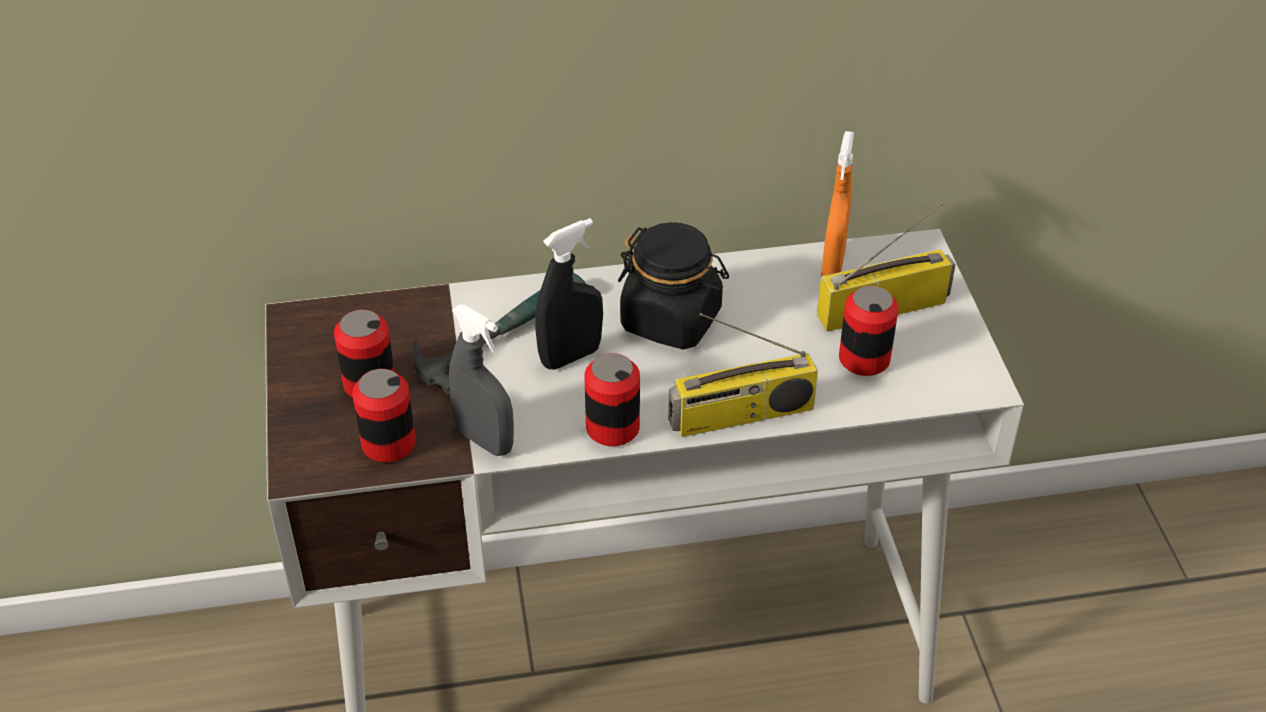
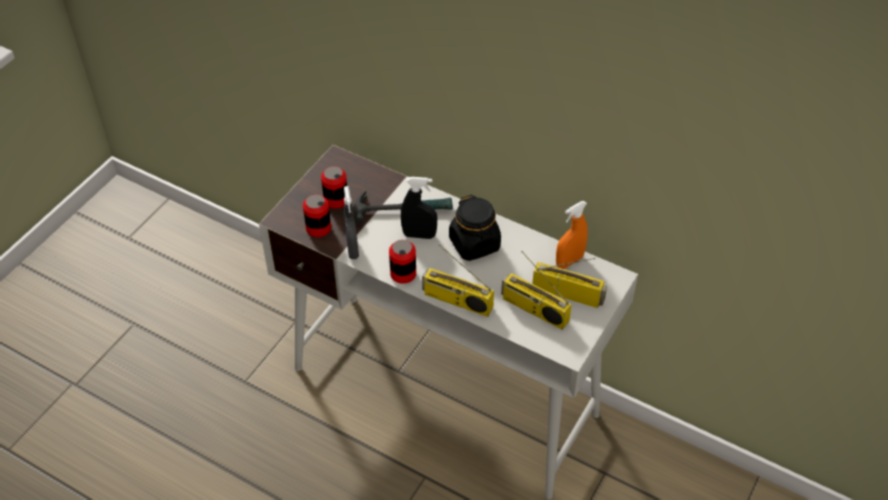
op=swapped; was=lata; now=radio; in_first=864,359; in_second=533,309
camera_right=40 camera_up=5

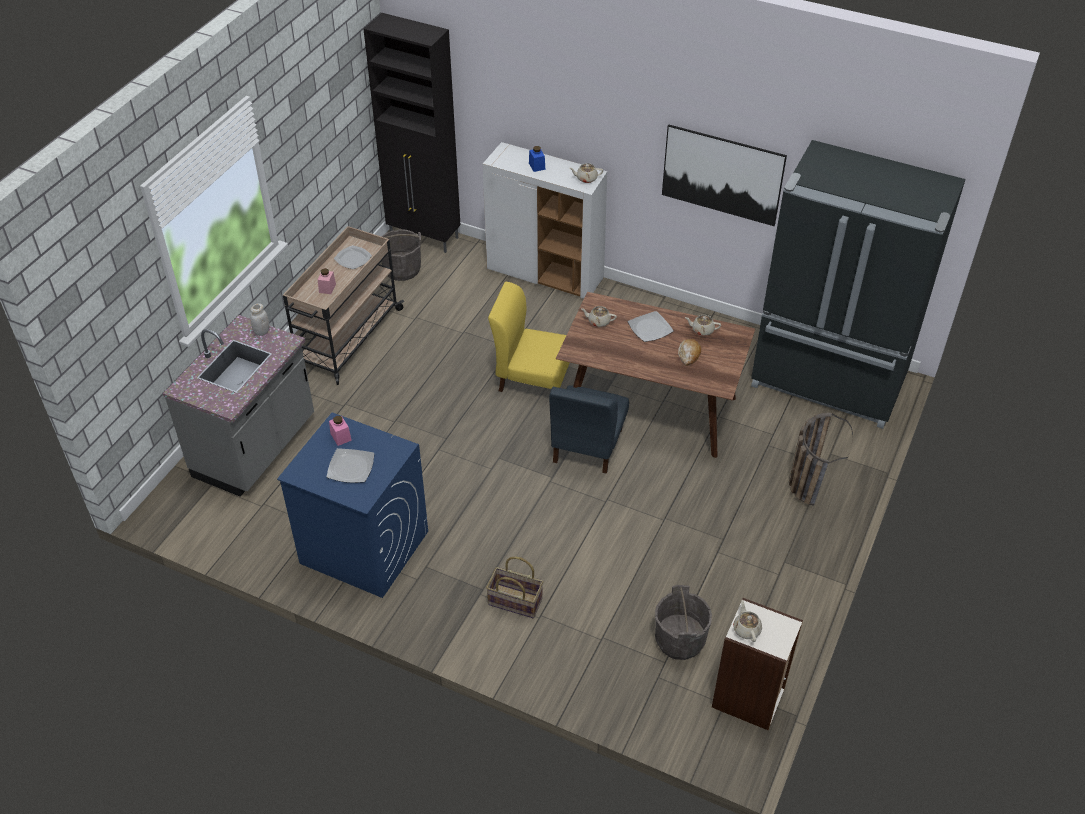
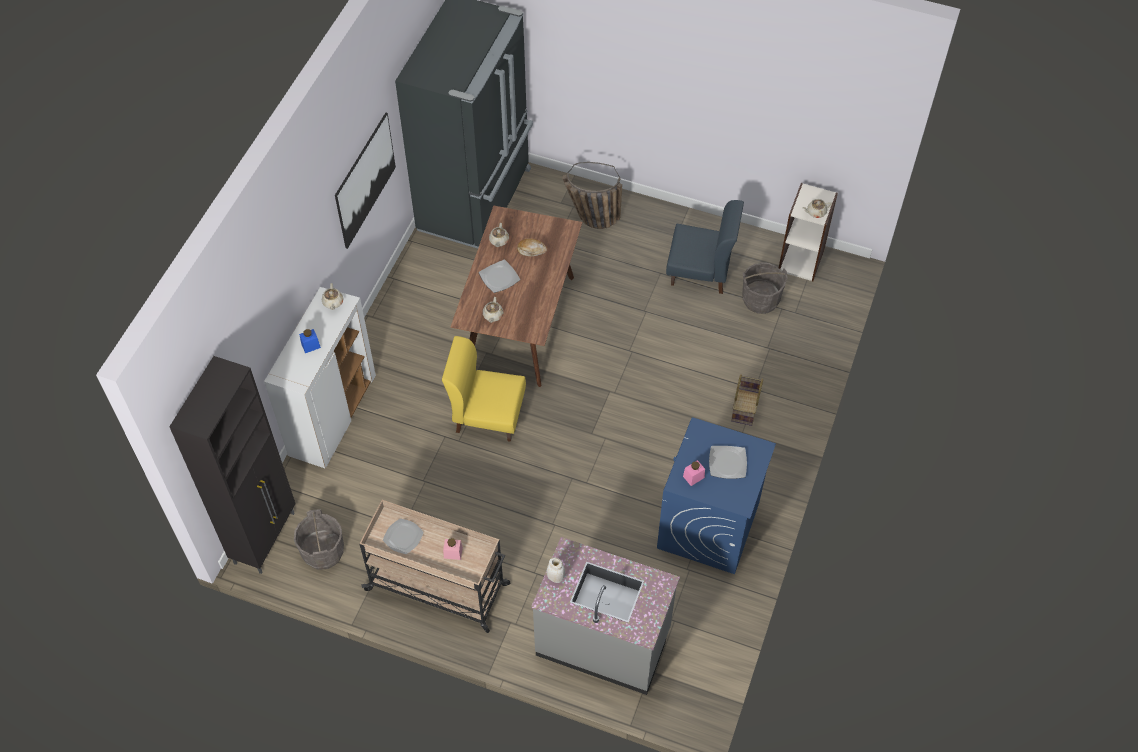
op=rotated; was=silla [amarillo]; in_first=532,378; in_second=487,415; clockwise=90
op=shifted; was=silla [azul]; in_first=587,446; in_second=700,271
camera_right=-95 camera_up=10

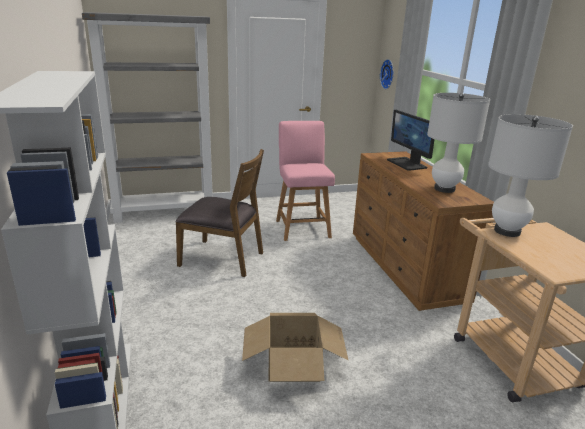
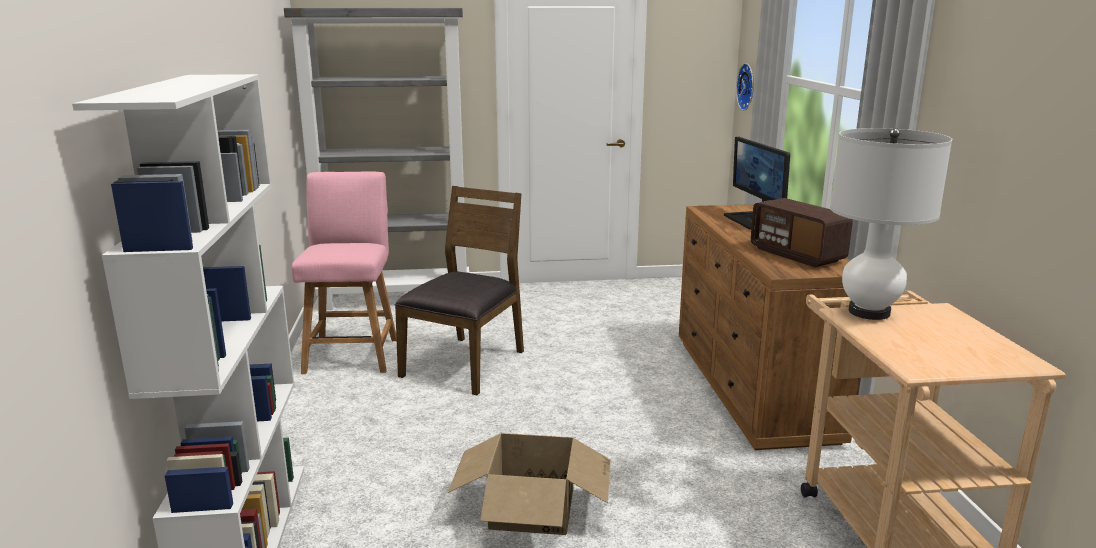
op=swapped; was=lámpara de mesa [blanco]; now=radio; in_first=444,189; in_second=797,255
op=shifted; was=silla [rosa]; in_first=302,227; in_second=352,353
op=rotated; was=silla [marrón]; in_first=222,258; in_second=466,363; clockwise=-90
camera_right=10 camera_up=-5

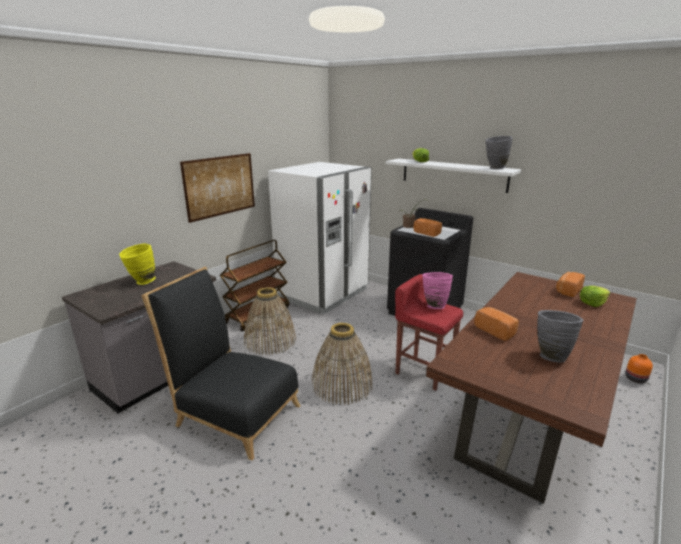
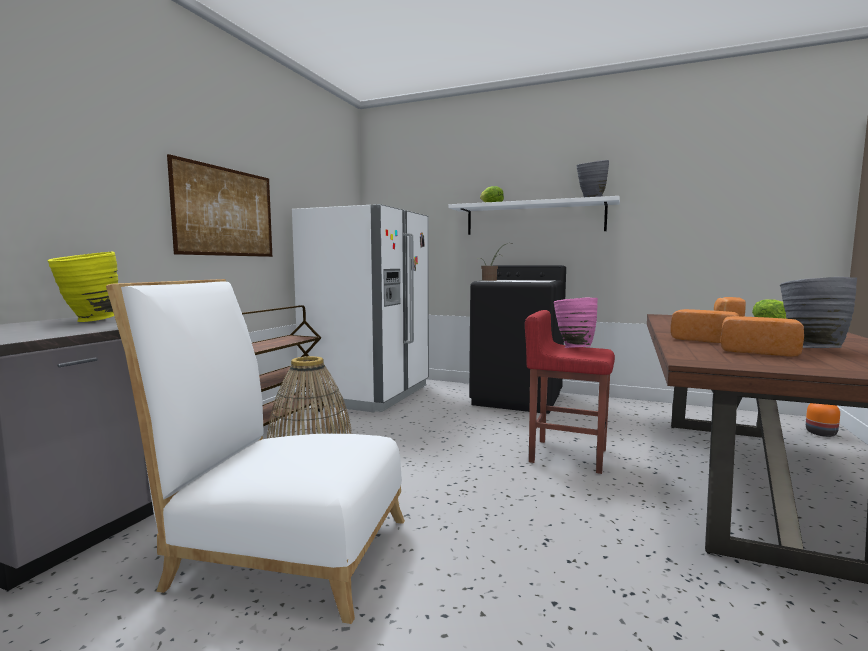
op=shifted; was=pan; in_first=428,233; in_second=758,352
op=repainted; was=silla [negro]; now=silla [blanco]; in_first=233,412; in_second=280,549
op=gone; was=cesta; in_first=342,384
camera_right=-15 camera_up=-15

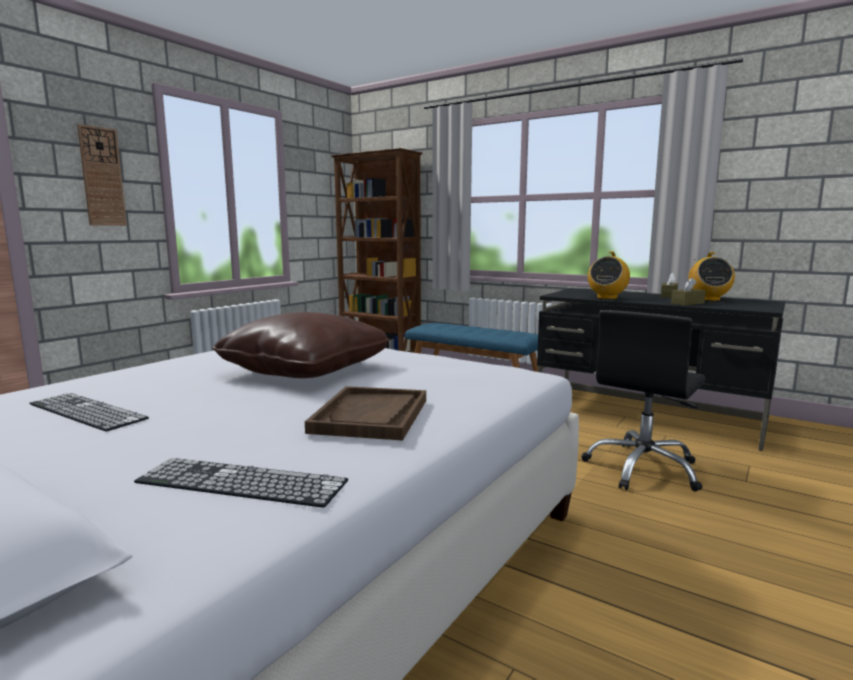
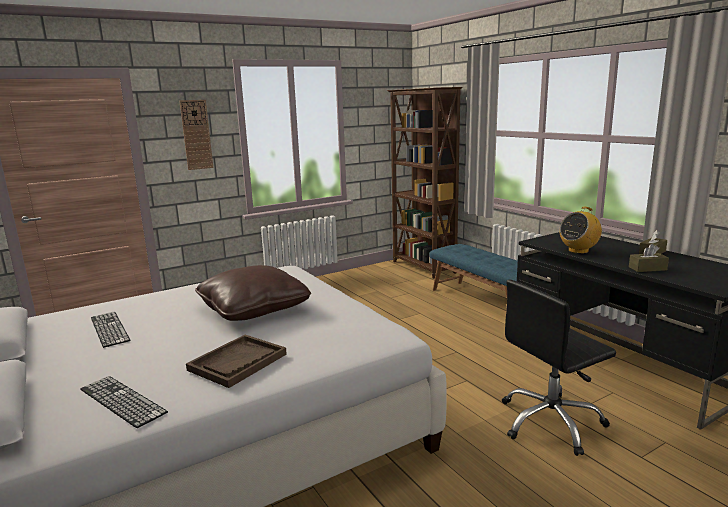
op=gone; was=radio; in_first=708,299
camera_right=25 camera_up=5

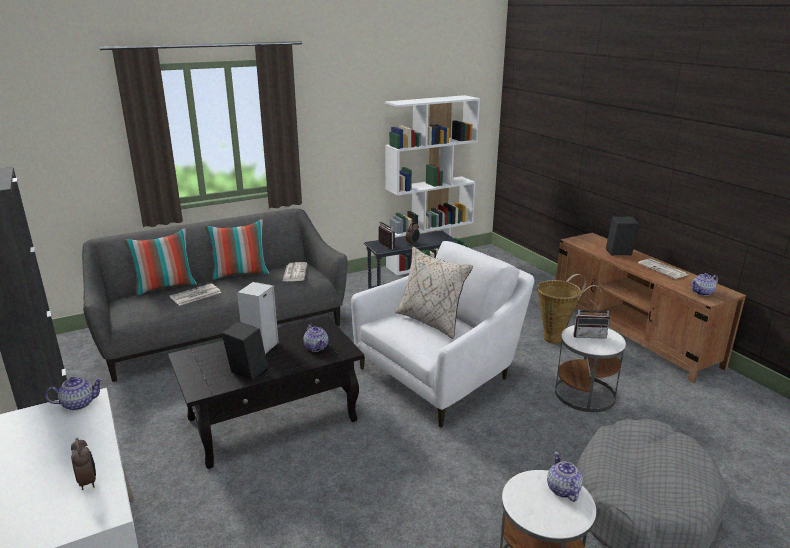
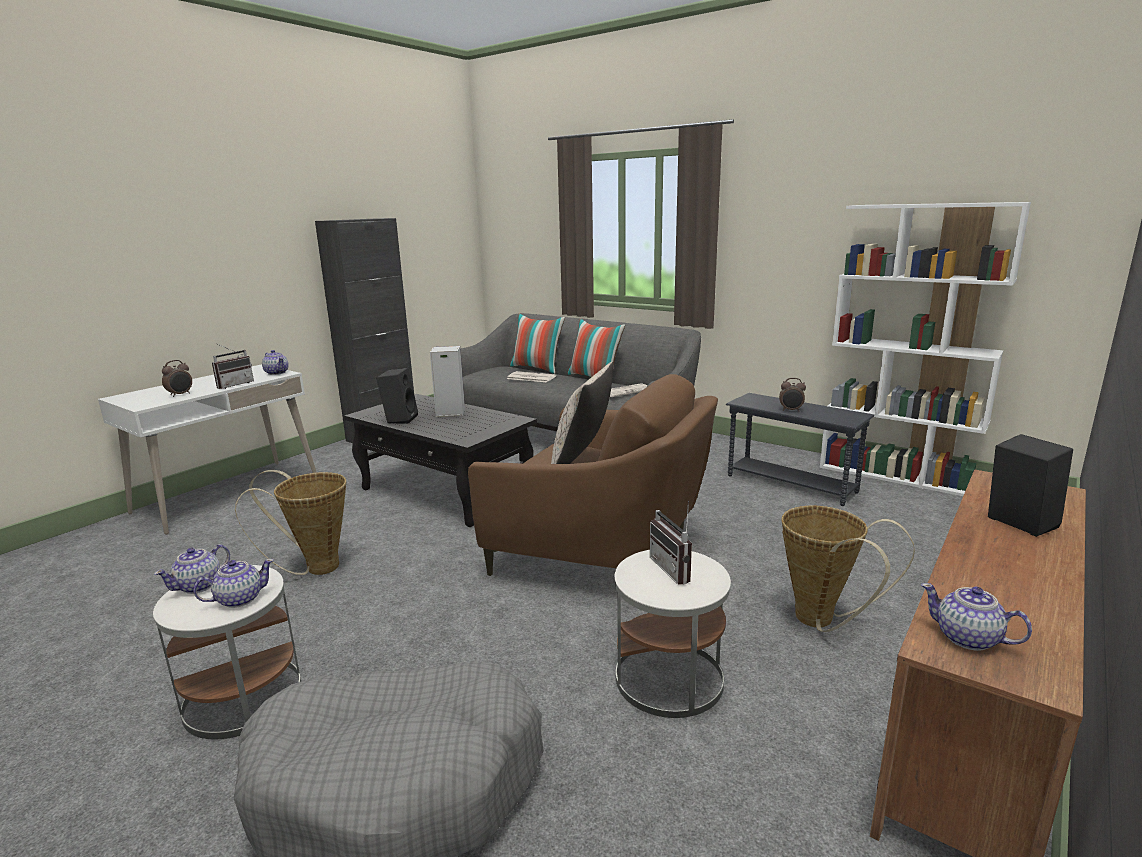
op=shifted; was=radio; in_first=383,246; in_second=234,384
op=repainted; was=sillón [blanco]; now=sillón [marrón]; in_first=442,376; in_second=601,551
op=gone; was=periódico; in_first=663,269
op=shifted; was=tetera; in_first=316,347; in_second=199,585
op=new; now=cesta; in_second=315,568
camera_right=65 camera_up=-5

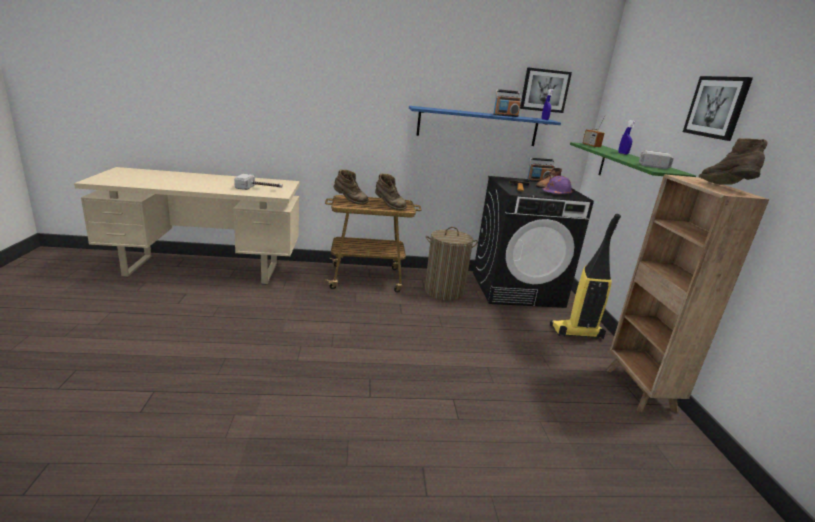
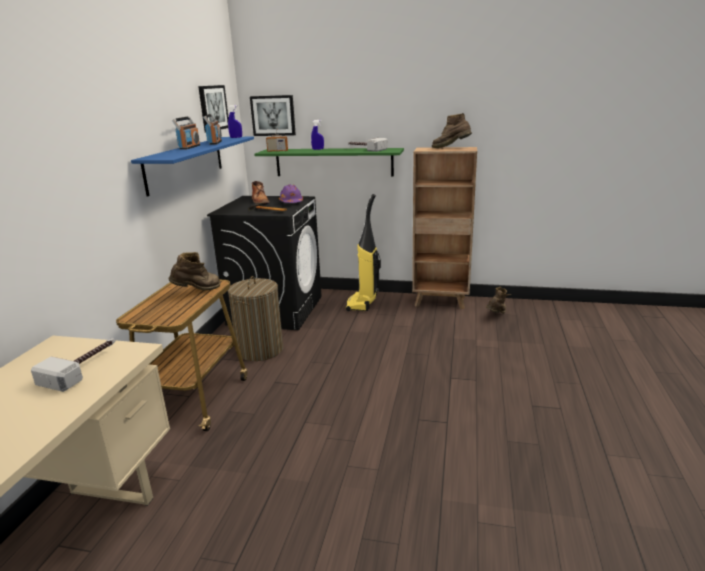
op=shifted; was=cuadro; in_first=717,107; in_second=273,115
op=shifted; was=radio; in_first=539,181; in_second=189,147
op=shifted; was=bota [marrón]; in_first=350,201; in_second=496,315
camera_right=-70 camera_up=0

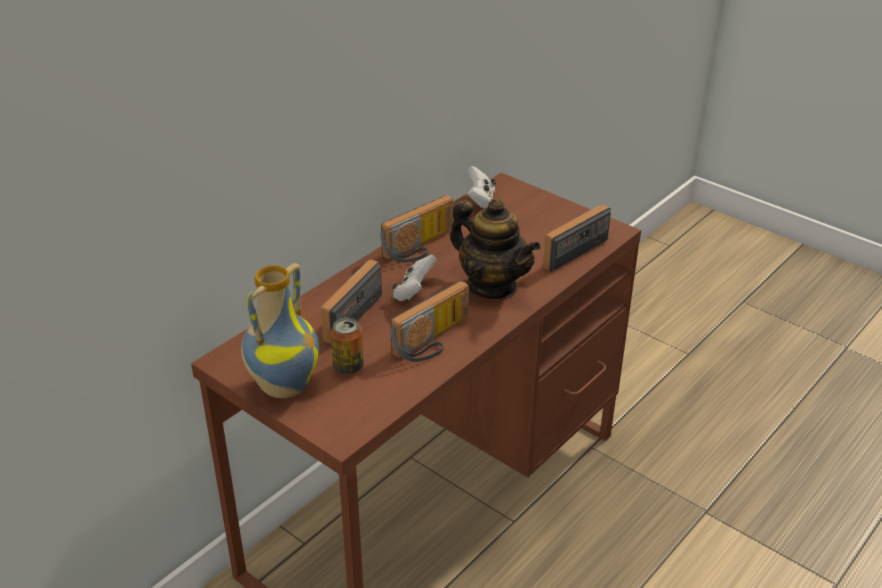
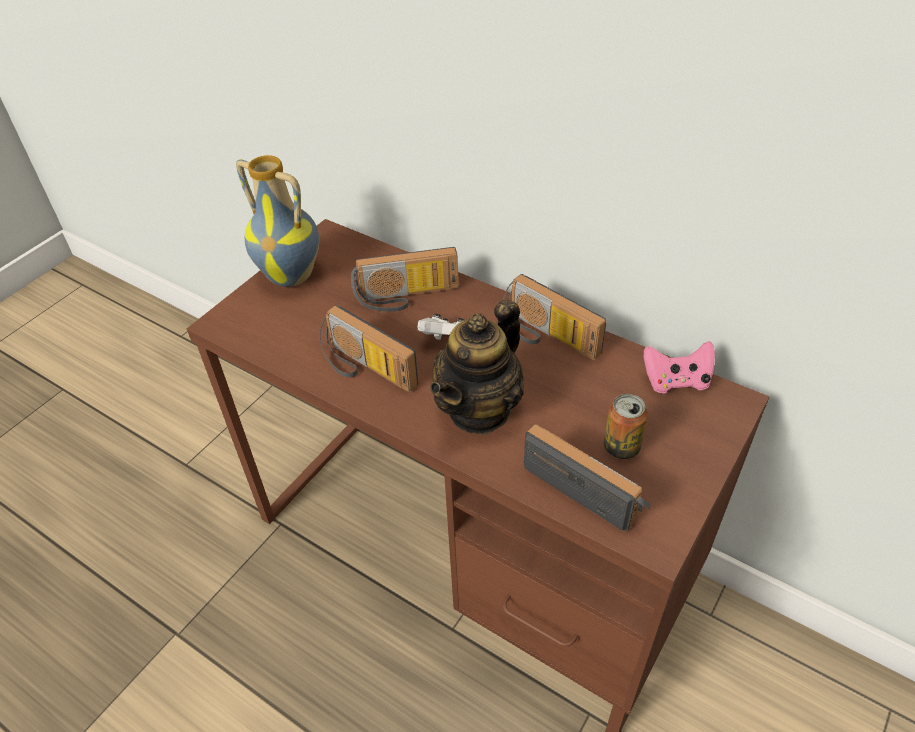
op=repainted; was=mando de consola [blanco]; now=mando de consola [rosa]; in_first=481,201; in_second=676,381
op=rotated; was=radio; in_first=347,313; in_second=407,297; clockwise=150
op=shifted; was=lata; in_first=348,367; in_second=621,447
camera_right=85 camera_up=10

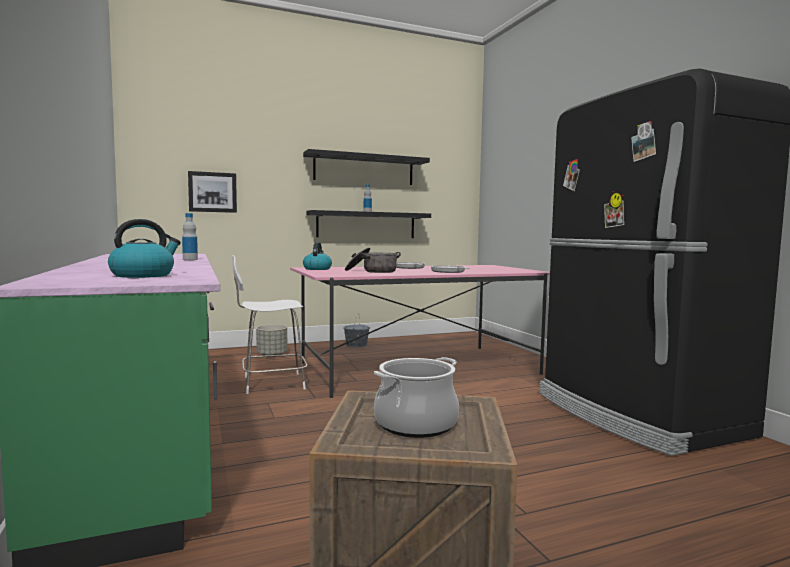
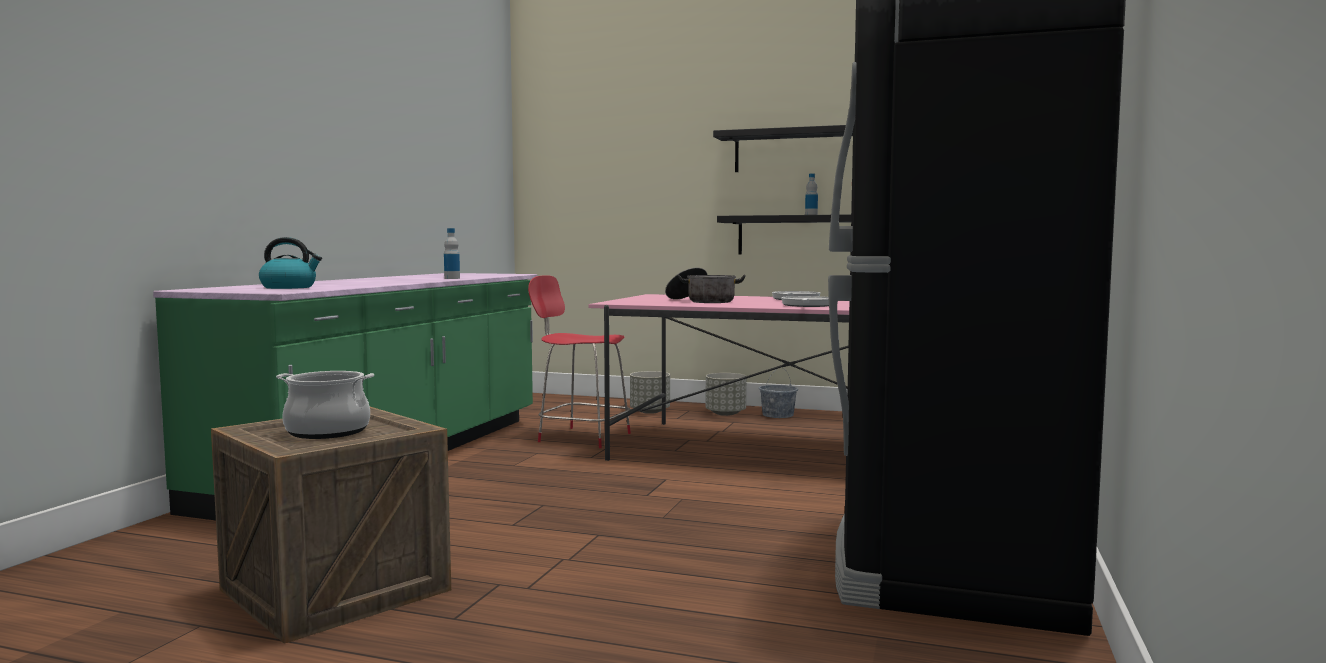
op=gone; was=cuadro; in_first=212,192
op=gone; was=hervidor; in_first=317,269
op=repainted; was=silla [blanco]; now=silla [rojo]; in_first=271,383; in_second=581,437
op=new; now=maceta [gris]; in_second=725,413
camera_right=40 camera_up=0

